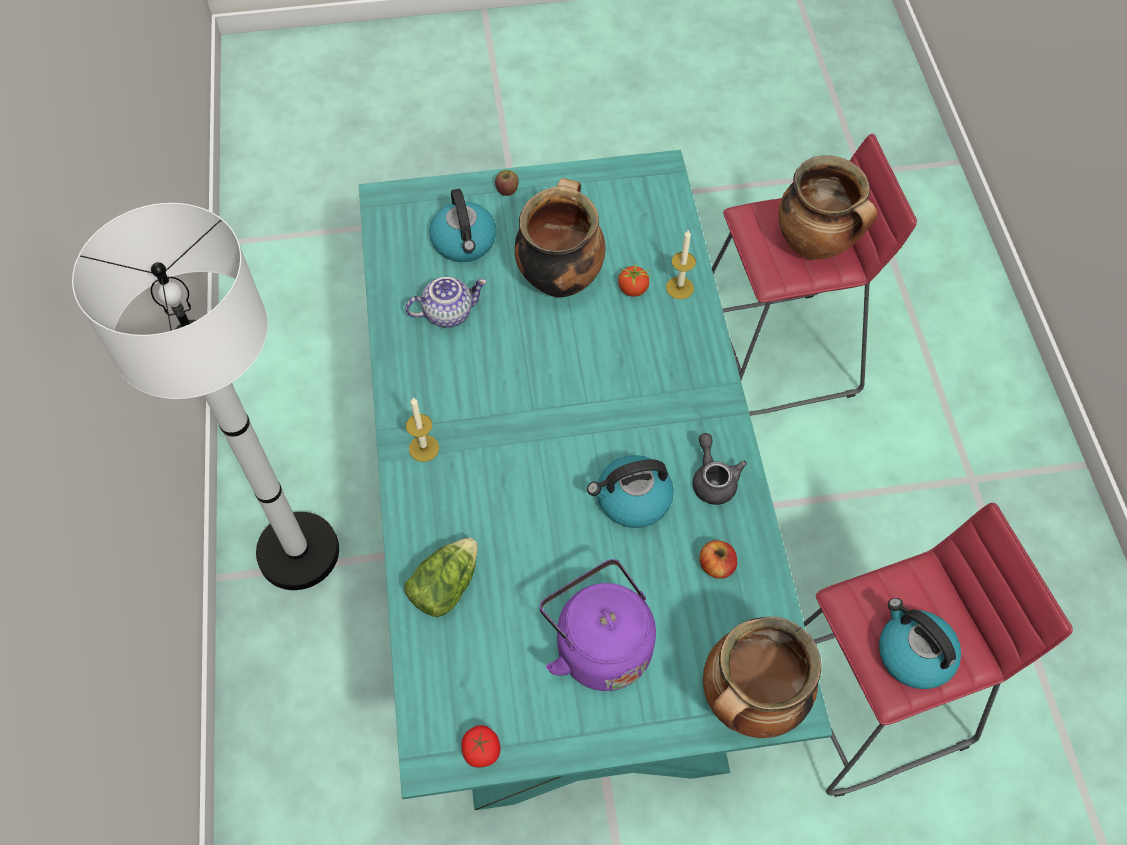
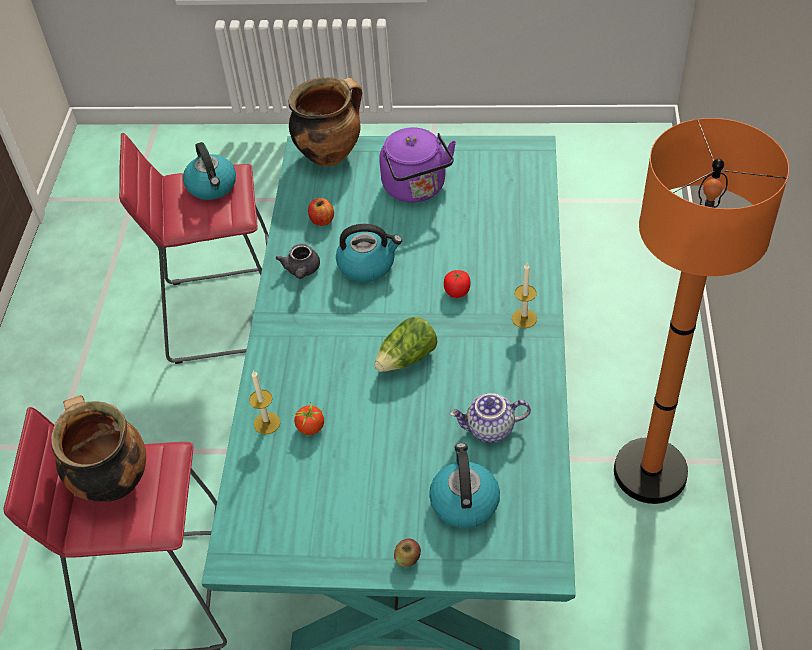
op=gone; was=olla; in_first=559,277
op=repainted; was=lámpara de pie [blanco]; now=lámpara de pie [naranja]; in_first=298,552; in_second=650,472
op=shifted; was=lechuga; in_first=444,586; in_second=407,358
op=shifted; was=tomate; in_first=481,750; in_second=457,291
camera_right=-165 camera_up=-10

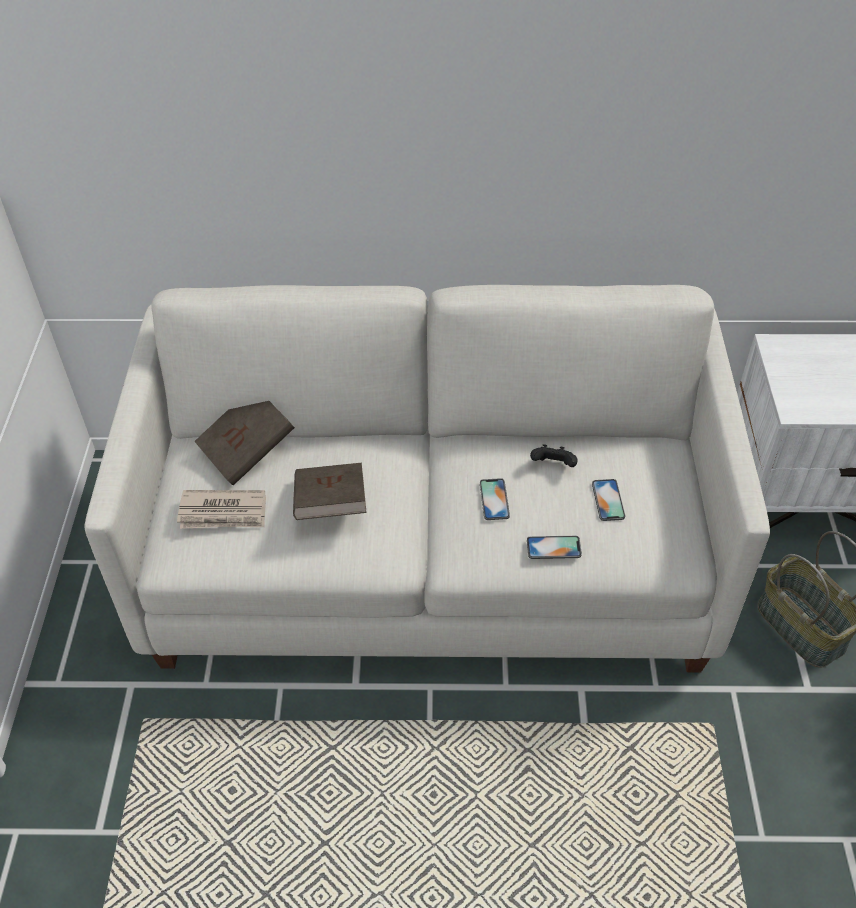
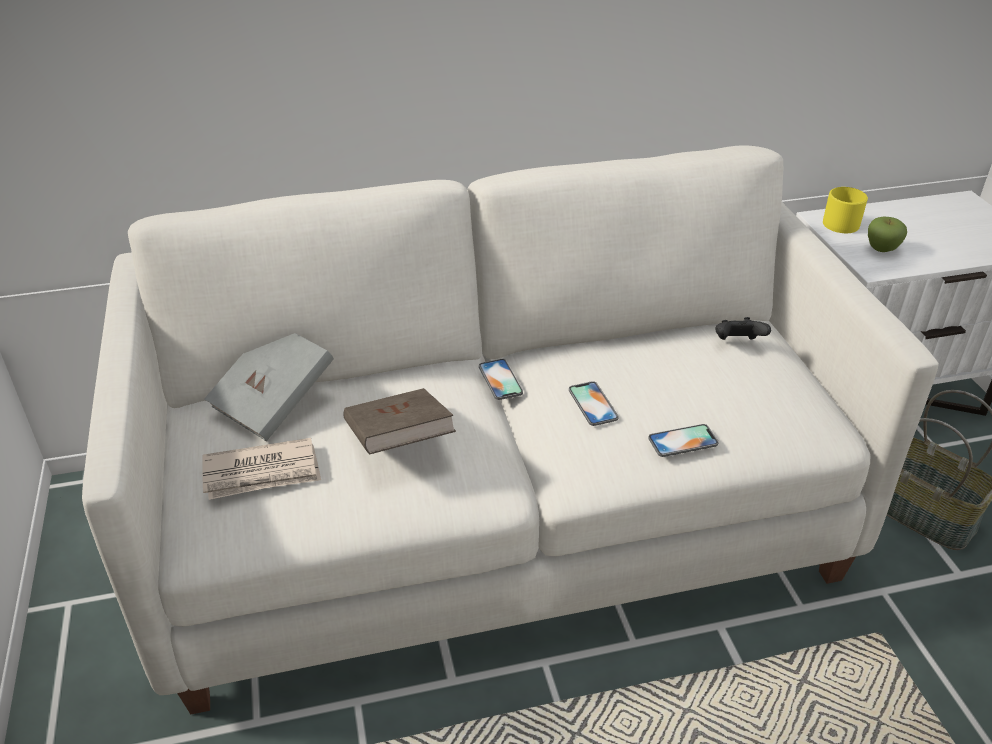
op=repainted; was=libro [marrón]; now=libro [gris]; in_first=247,450; in_second=274,402
op=shifted; was=mando de consola [negro]; in_first=553,466; in_second=737,343
op=shifted; was=móvil; in_first=608,500; in_second=500,379
op=new; now=taza grande [amarillo]; in_second=838,222
op=new; now=manzana; in_second=881,249
camera_right=-15 camera_up=-10

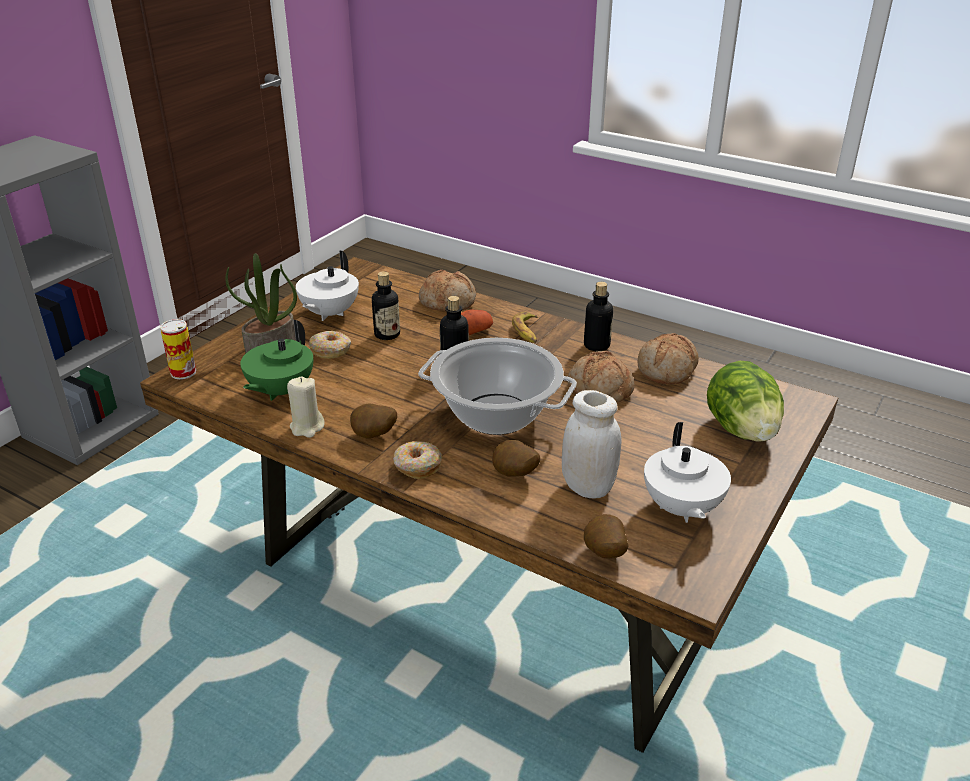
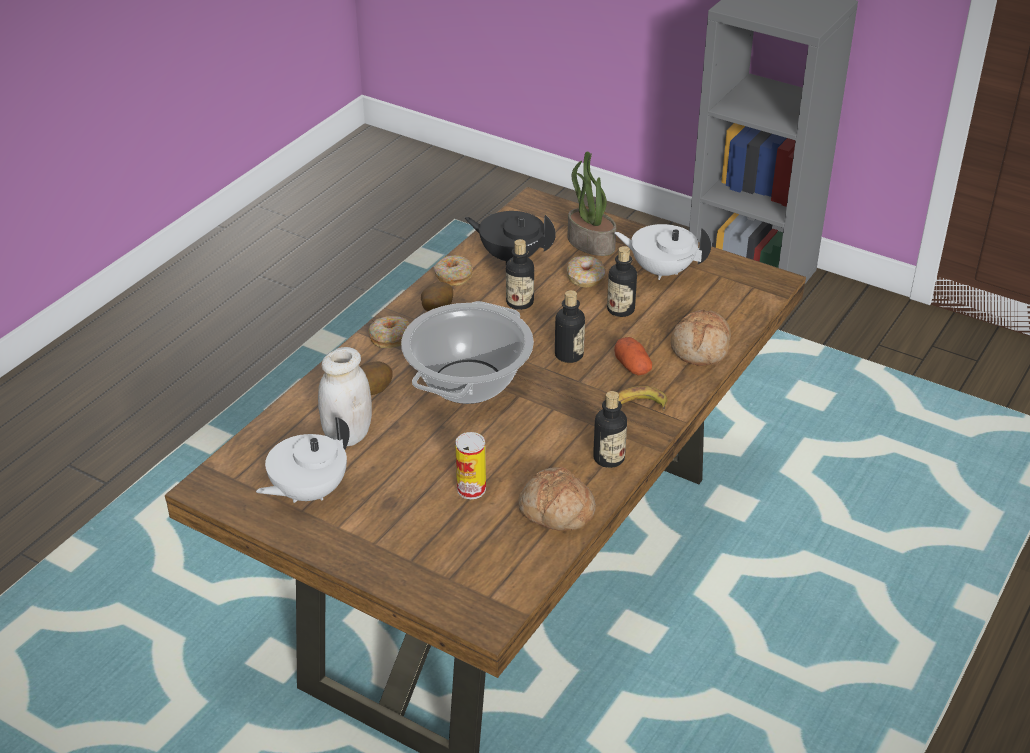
op=shifted; was=lata; in_first=183,372; in_second=471,489
op=repainted; was=tetera [verde]; now=tetera [negro]; in_first=280,391; in_second=511,256
op=gone; was=pan; in_first=599,389
op=gone; was=lechuga; in_first=741,430
op=swapped; was=vela [beis]; now=rosquilla; in_first=307,427; in_second=453,276
op=rotated; was=tetera [blanco]; in_first=681,509; in_second=308,492; clockwise=-45
op=gone; was=patata; in_first=603,554
op=new; now=botella; in_second=519,302
camera_right=90 camera_up=5

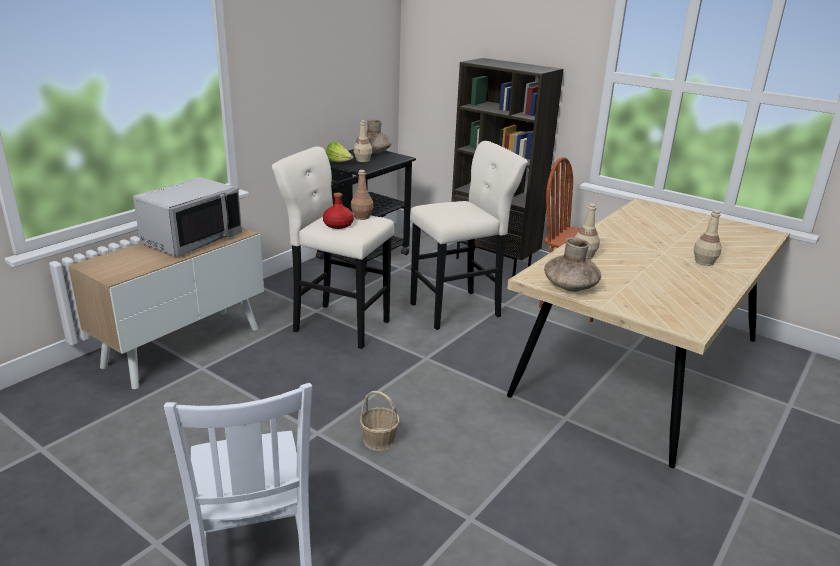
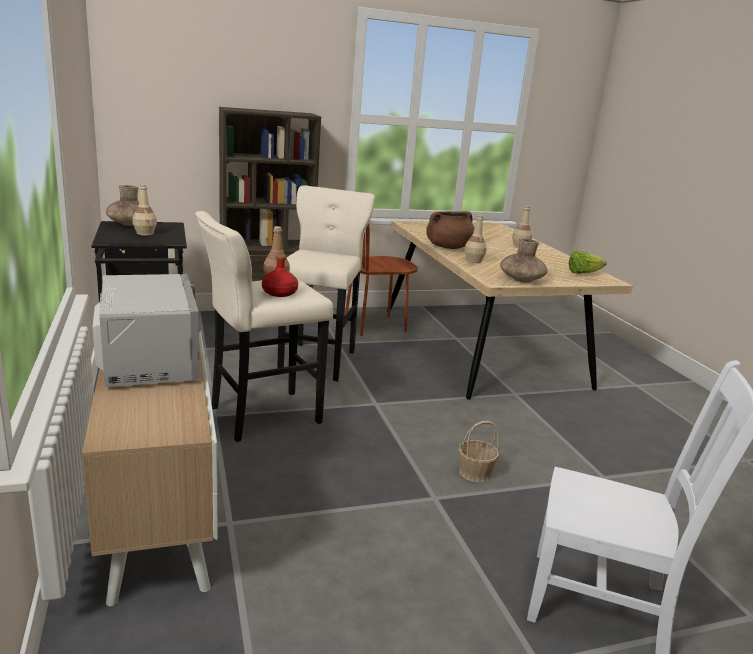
op=shifted; was=lechuga; in_first=339,163; in_second=583,273
op=new; now=olla [marrón]; in_second=448,247
camera_right=-55 camera_up=-5

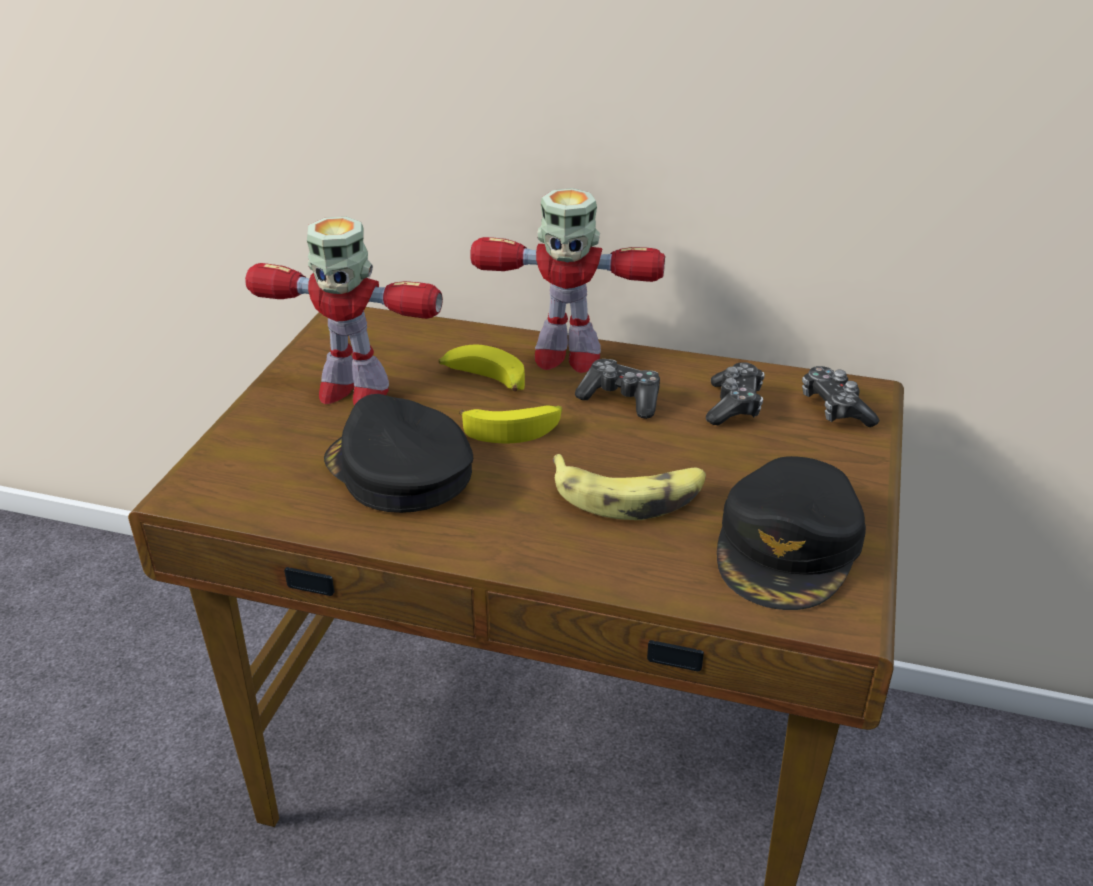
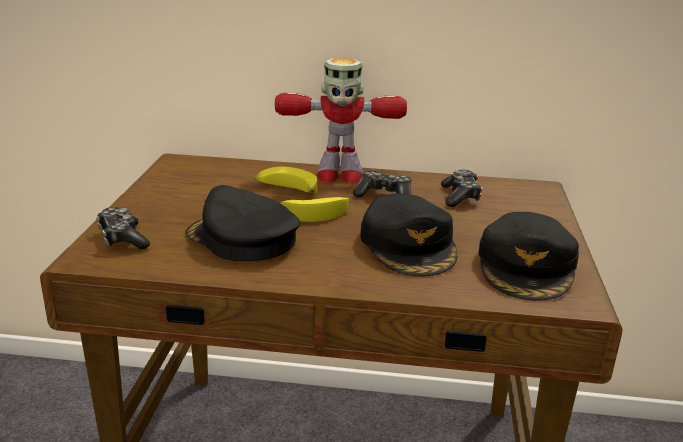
op=gone; was=robot de juguete; in_first=352,390
op=shifted; was=mando de consola; in_first=835,408; in_second=123,238
op=swapped; was=plátano; now=gorra [negro]; in_first=629,495; in_second=409,245
camera_right=-10 camera_up=-10

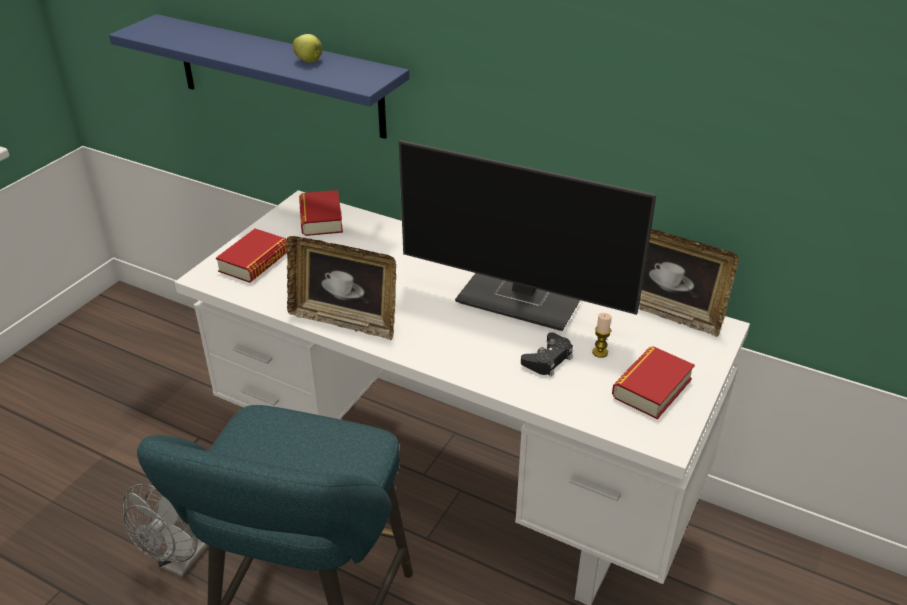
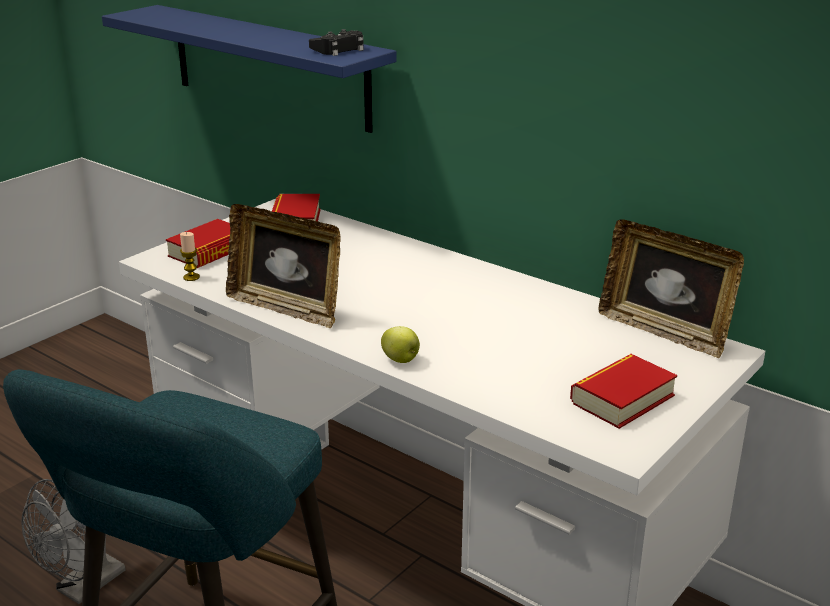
op=shifted; was=manzana; in_first=309,61; in_second=401,360
op=gone; was=monitor; in_first=524,298
op=shifted; was=vela; in_first=600,352; in_second=191,277
op=shifted; was=mando de consola [negro]; in_first=548,359; in_second=339,50
camera_right=10 camera_up=-10

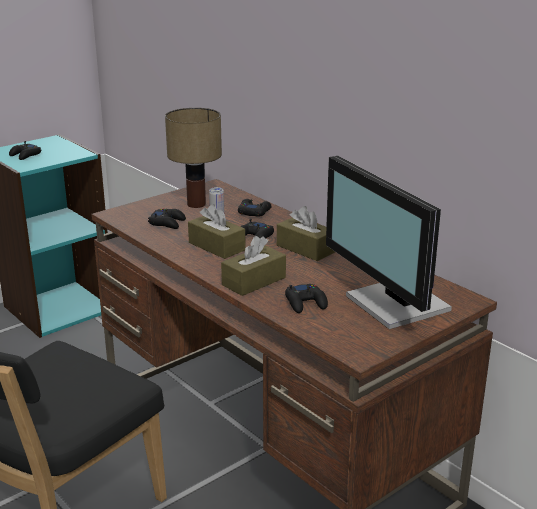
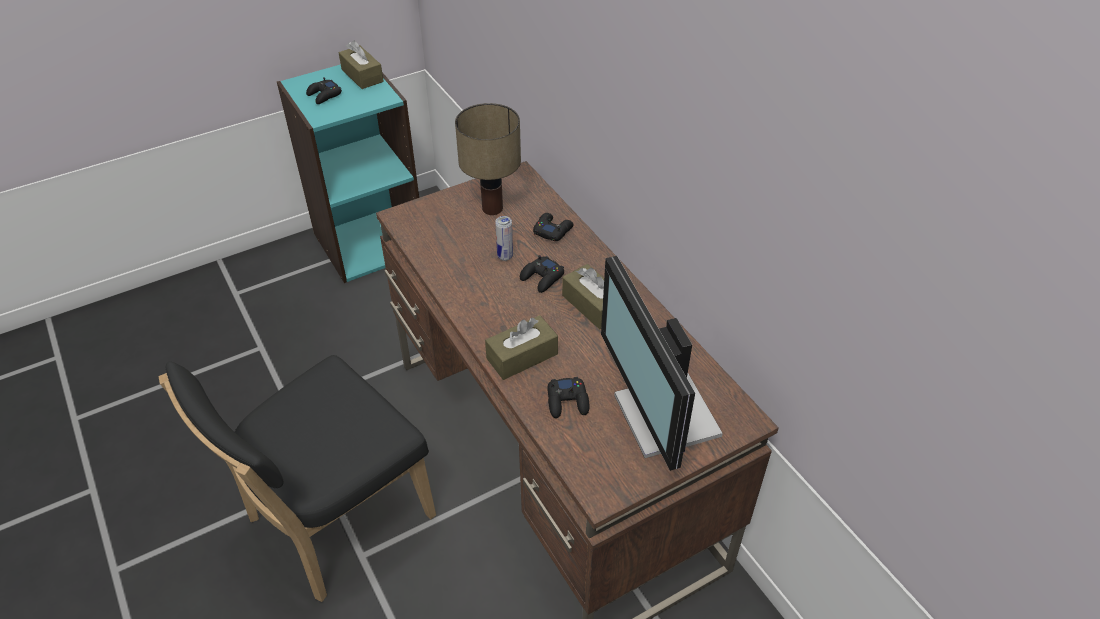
op=shifted; was=caja de pañuelos [marrón]; in_first=216,246; in_second=362,75
op=gone; was=mando de consola [negro]; in_first=167,223
camera_right=10 camera_up=20

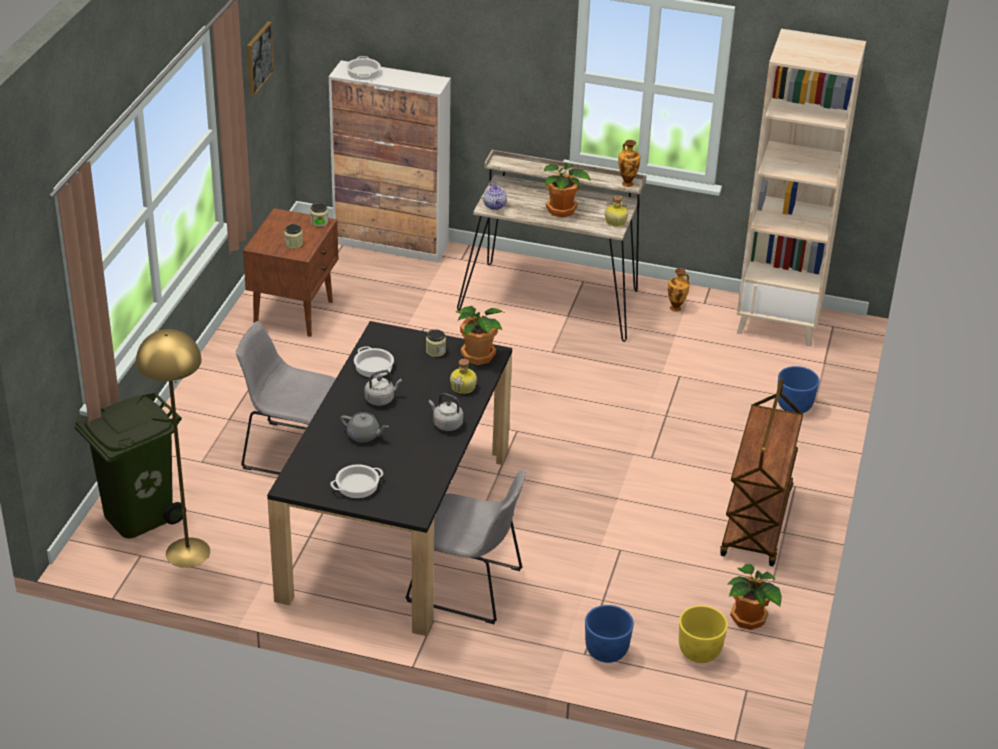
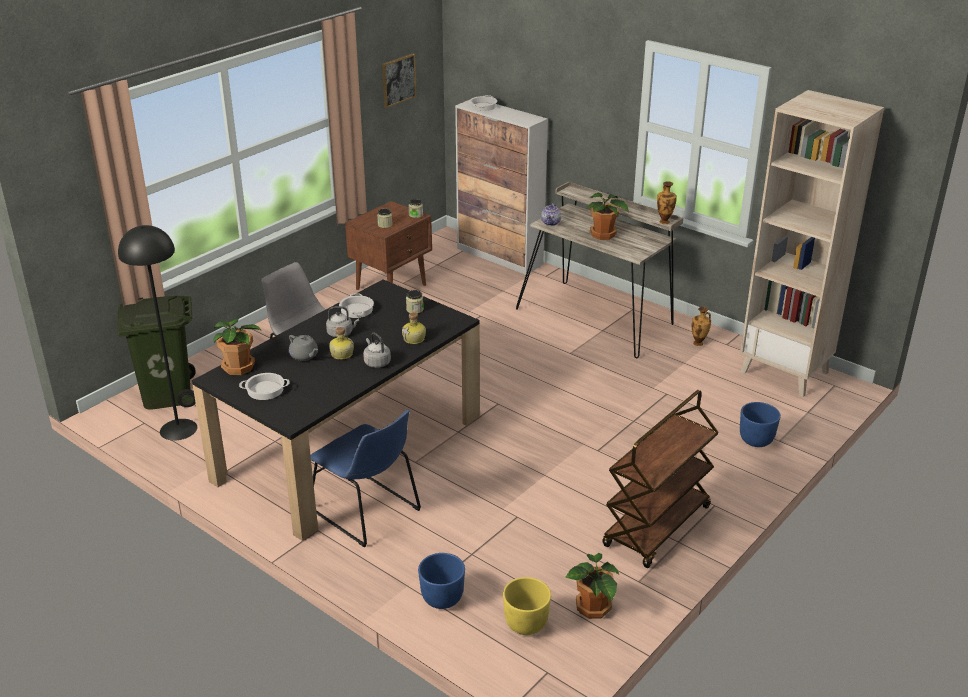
op=shifted; was=botella; in_first=615,221; in_second=341,354
op=shifted; was=planta en maceta; in_first=478,355; in_second=239,367
op=repainted; was=lámpara de pie [amarillo]; now=lámpara de pie [negro]; in_first=187,552; in_second=178,429
op=repainted; was=silla [gris]; now=silla [azul]; in_first=469,587; in_second=367,512
camera_right=25 camera_up=-5

